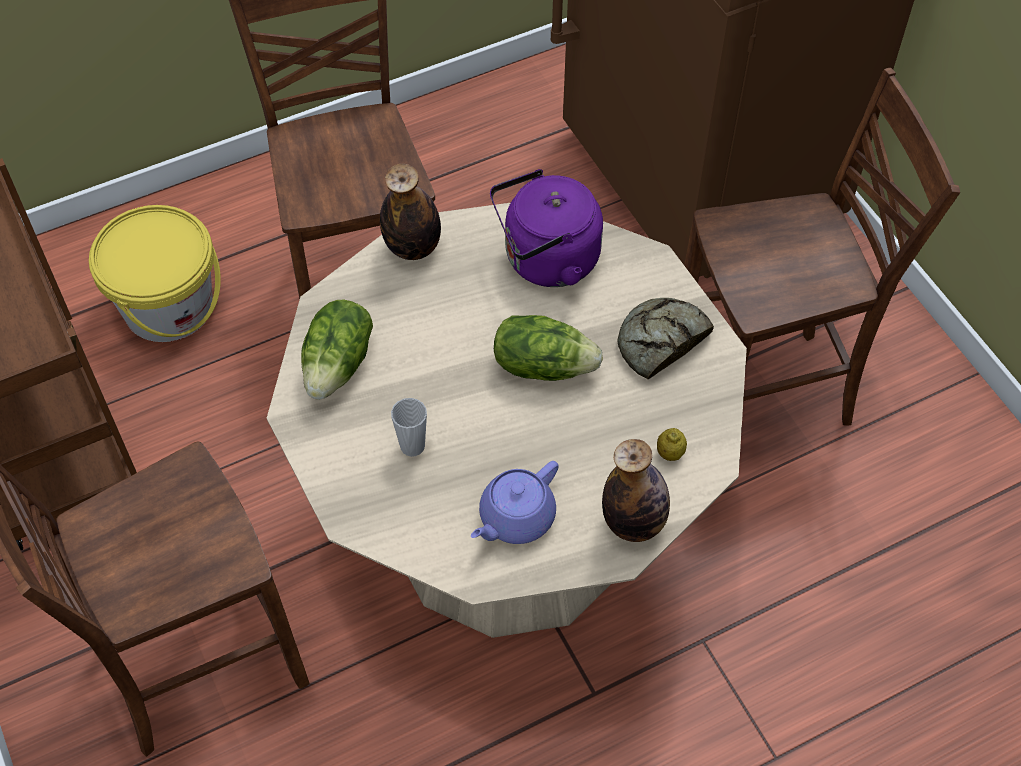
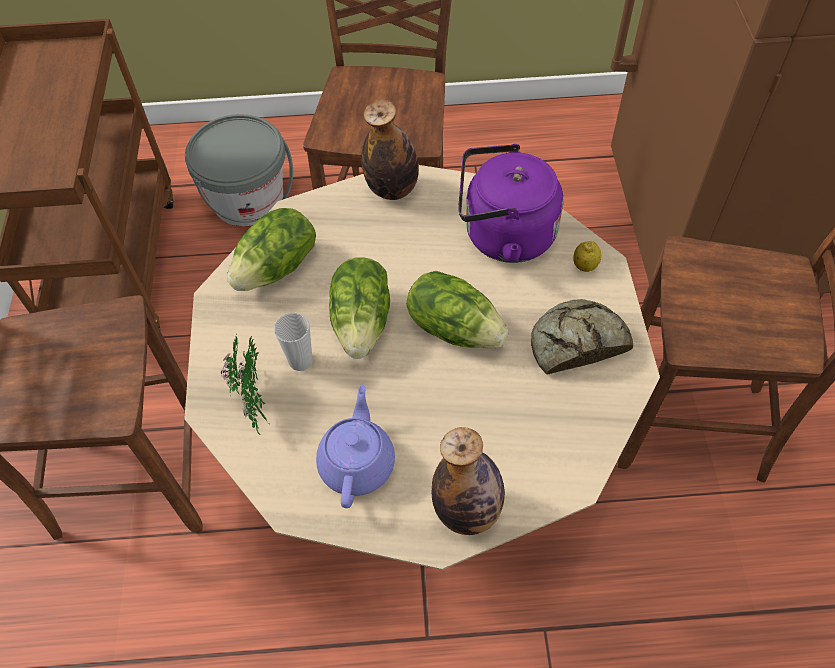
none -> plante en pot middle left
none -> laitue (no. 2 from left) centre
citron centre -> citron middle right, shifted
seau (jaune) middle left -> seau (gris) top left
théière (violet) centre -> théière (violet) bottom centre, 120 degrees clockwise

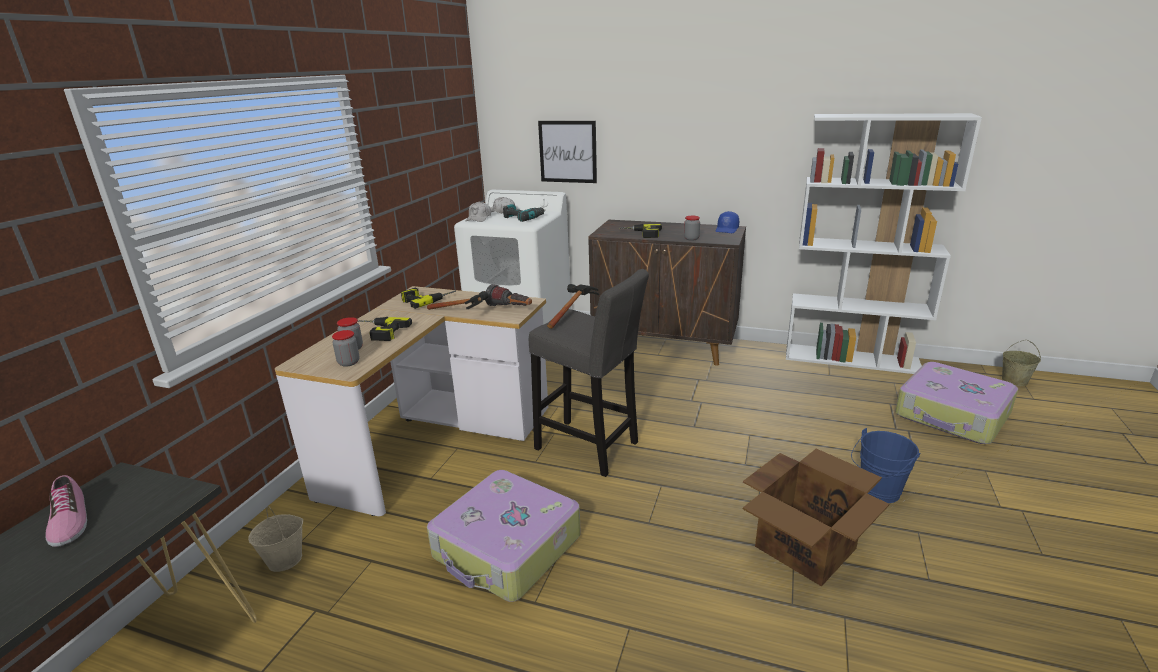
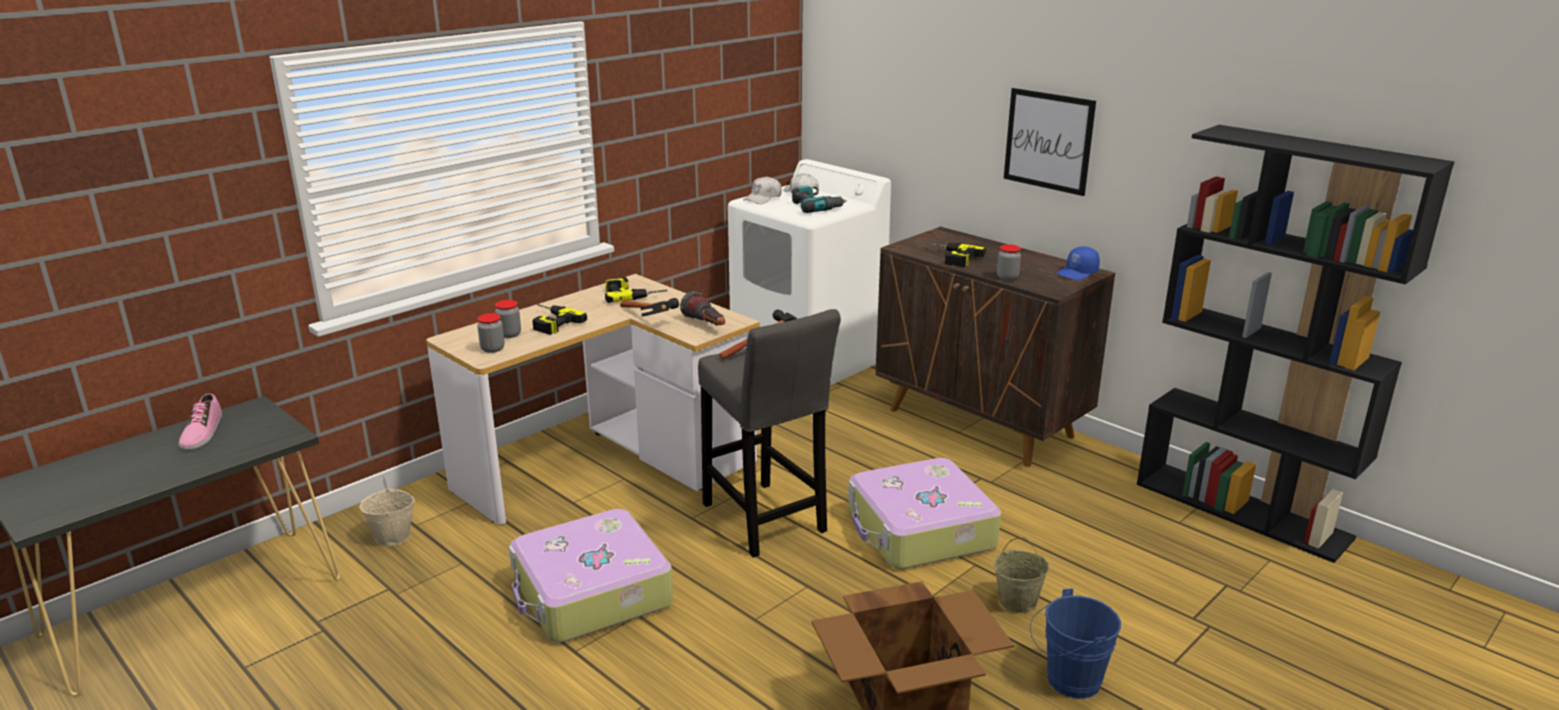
tableau top centre -> tableau top right, shifted
valise (no. 2 from left) middle right -> valise (no. 2 from left) bottom centre, shifted
seau (beige) (no. 2 from left) middle right -> seau (beige) (no. 2 from left) bottom centre, shifted
bibliothèque (blanc) middle right -> bibliothèque (noir) middle right

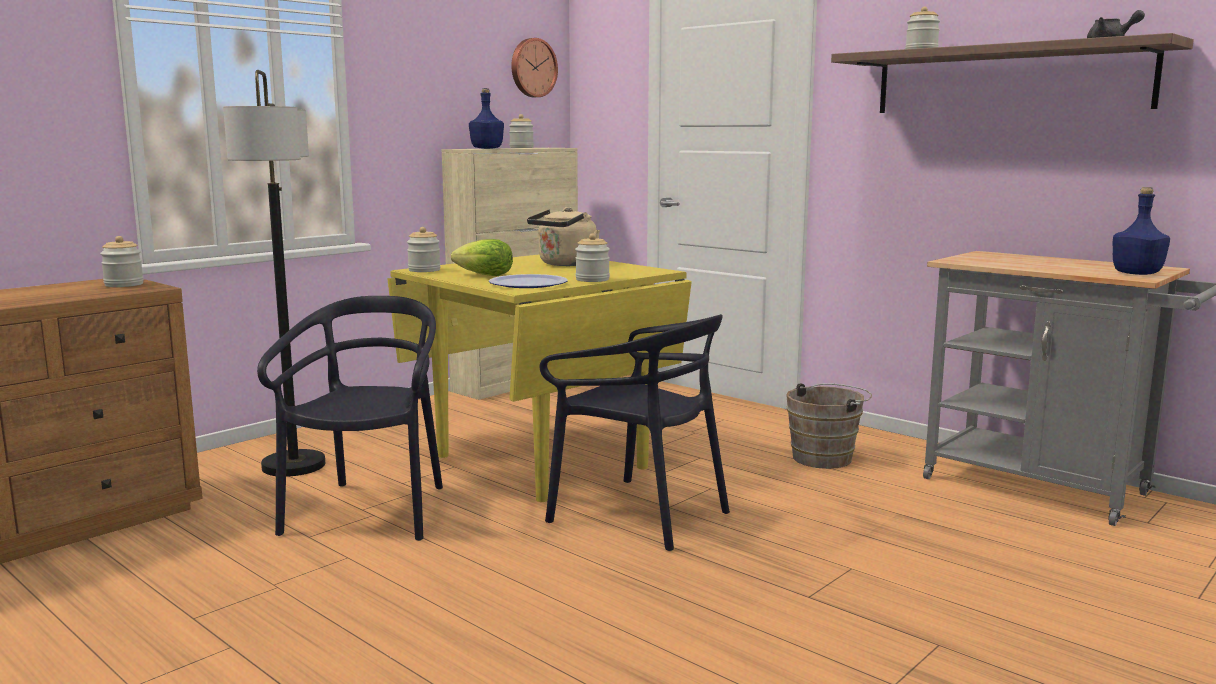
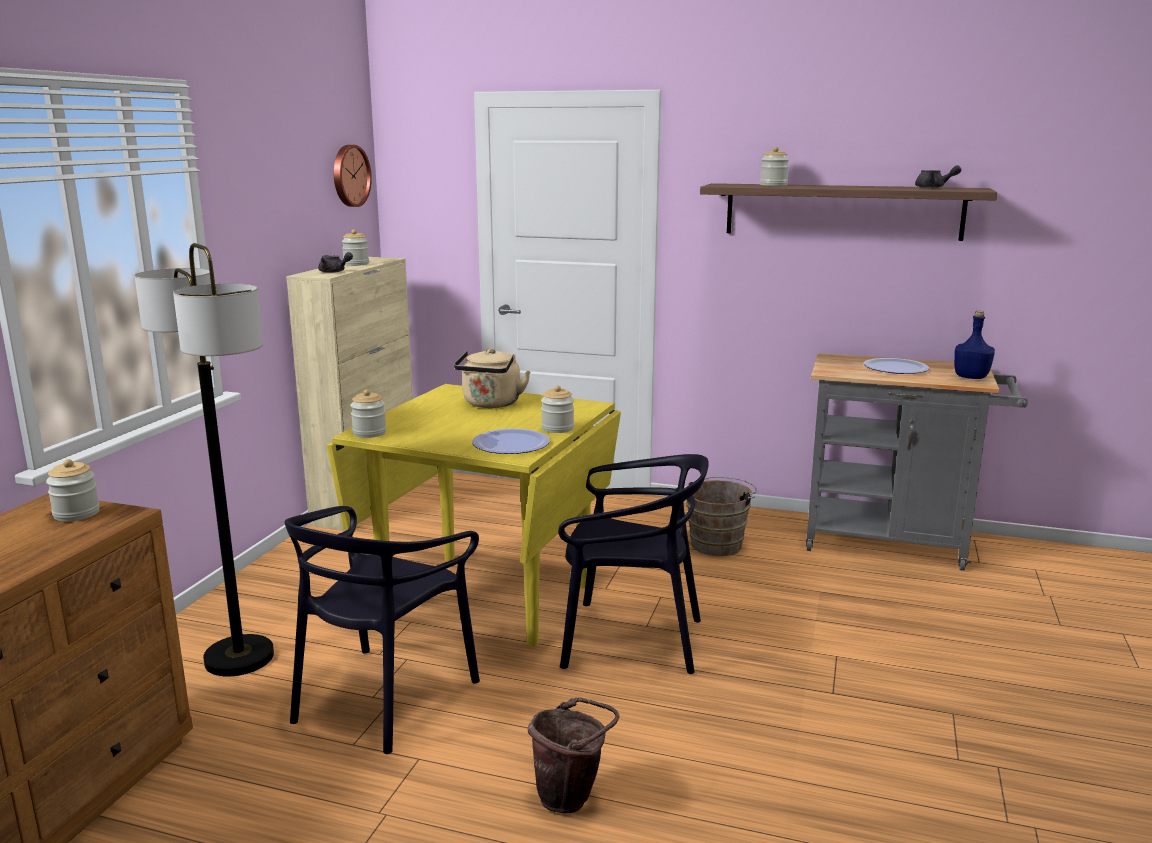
laitue centre -> none
none -> seau (marron) (no. 1 from left) bottom centre
none -> assiette (no. 2 from left) middle right
bouteille (bleu) (no. 1 from left) top centre -> théière (gris) (no. 1 from left) top left
chaise (noir) (no. 1 from left) middle left -> chaise (noir) (no. 1 from left) bottom left, 135 degrees counterclockwise

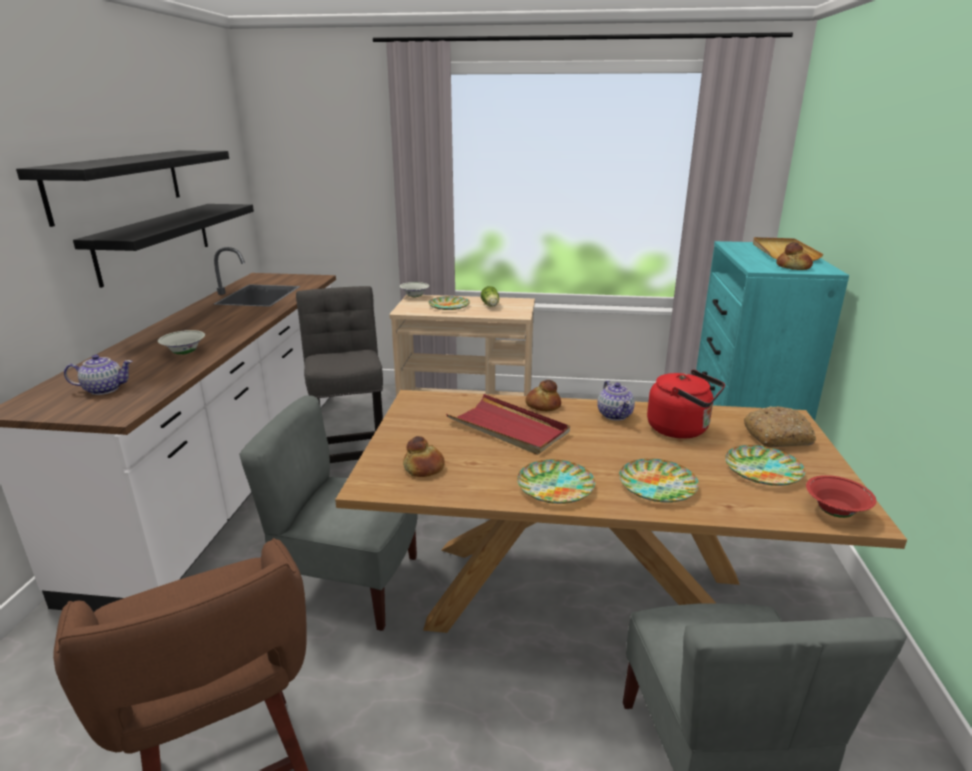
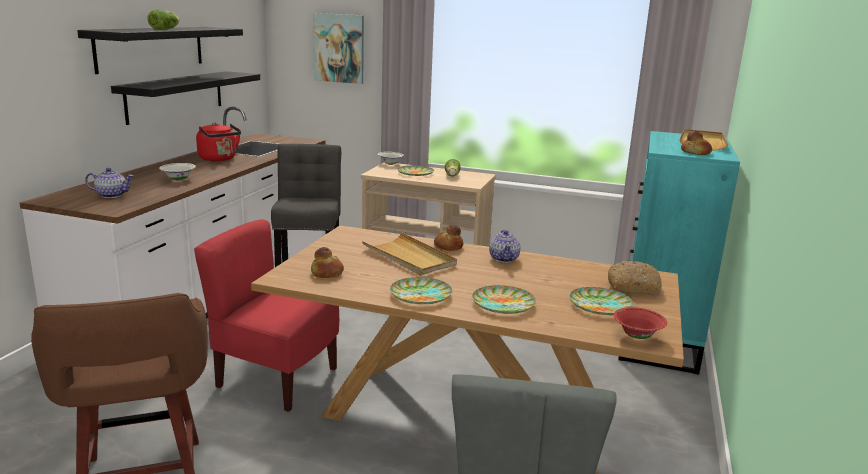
none -> laitue (no. 1 from left) top left
none -> tableau top centre
bouilloire (rouge) middle right -> bouilloire (rouge) top left, shifted
chaise (gris) (no. 1 from left) centre -> chaise (rouge) middle left
plateau (rouge) centre -> plateau (beige) (no. 1 from left) centre

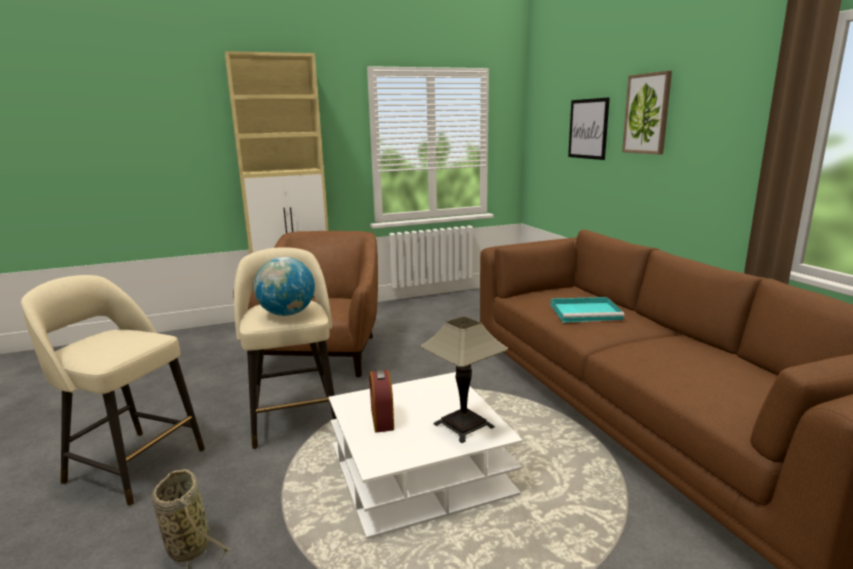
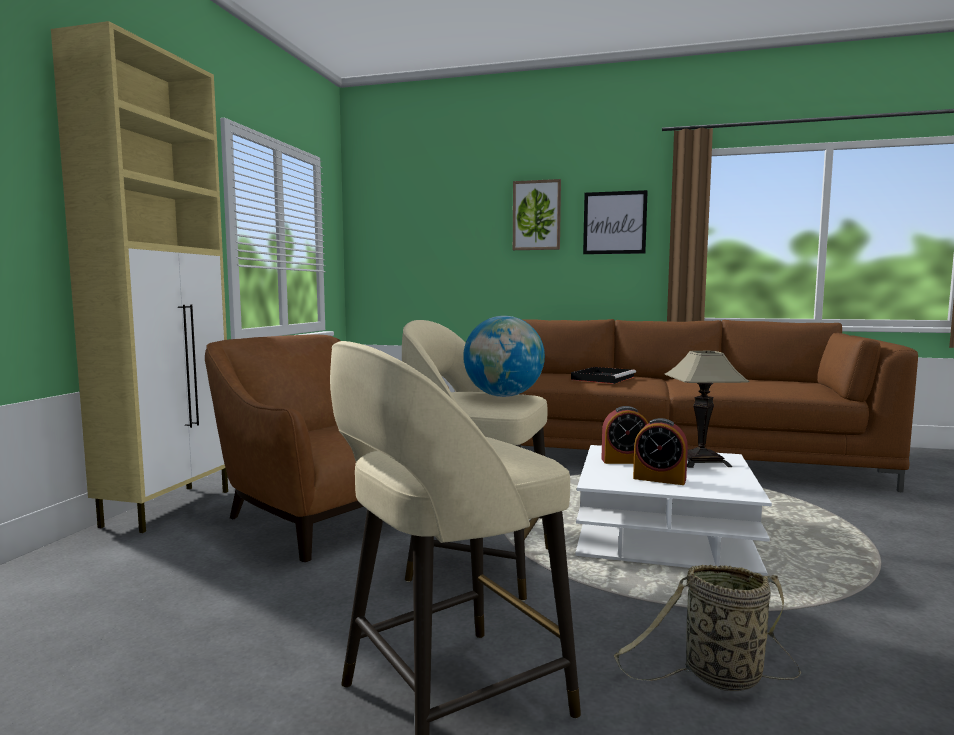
none -> réveil (no. 1 from left) centre
tableau (no. 1 from left in the first image) top right -> tableau (no. 2 from left) top centre, shifted
plateau (turquoise) middle right -> plateau (noir) centre

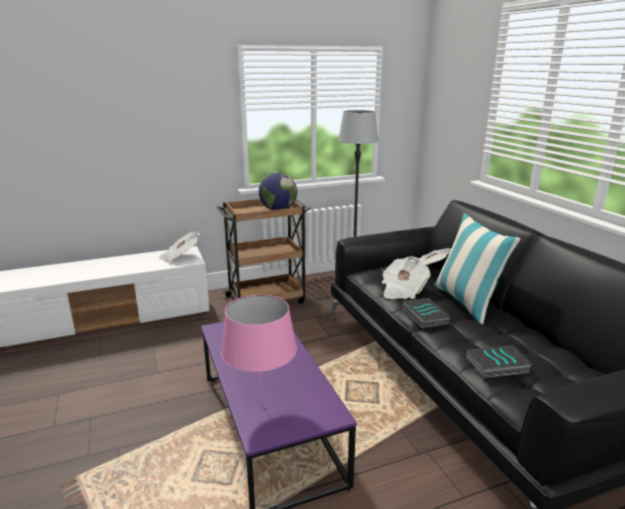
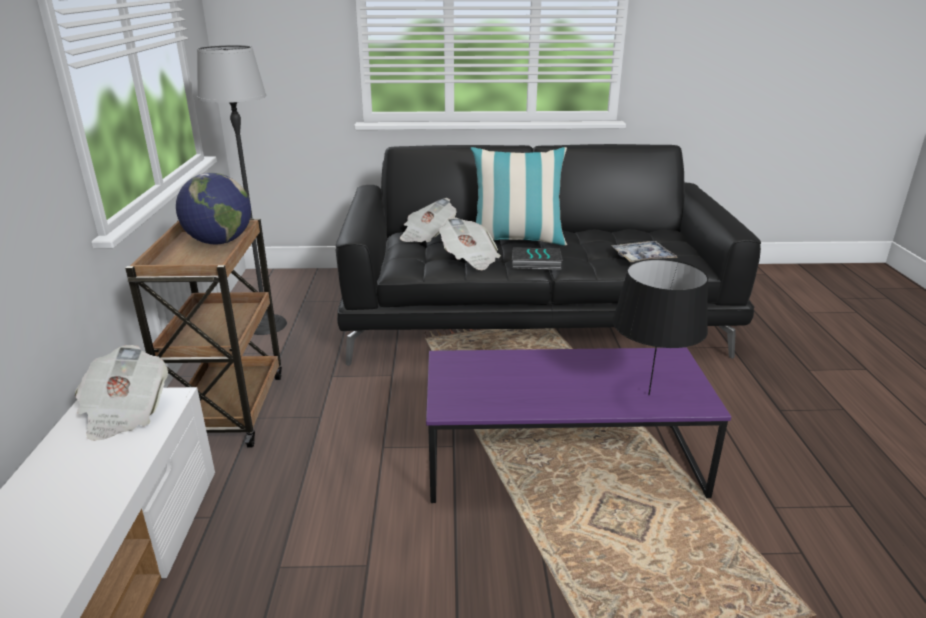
livre (no. 2 from left) bottom right -> plateau middle right
lampe de table (rose) bottom centre -> lampe de table (noir) middle right

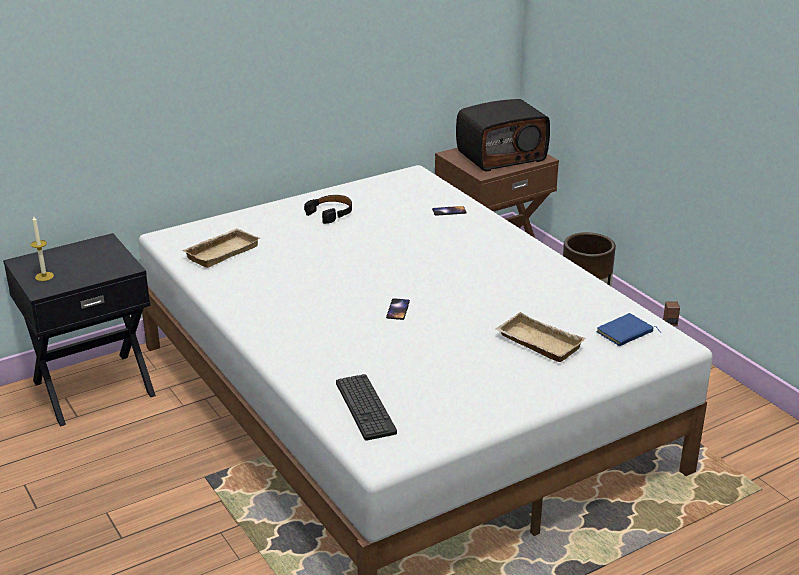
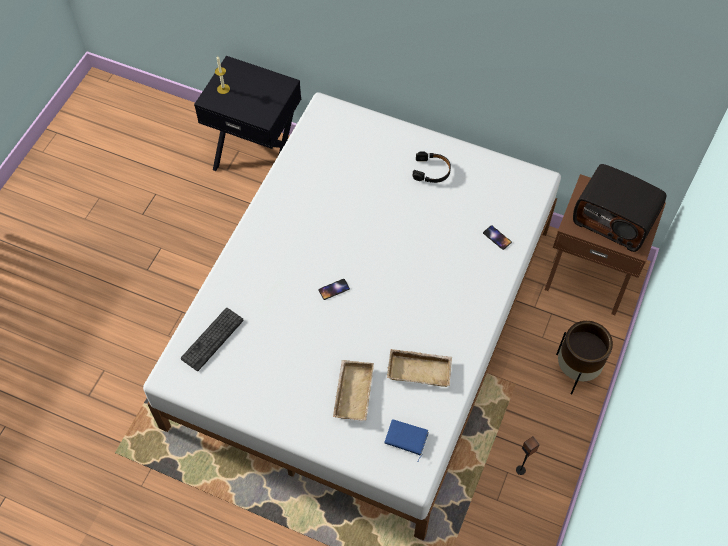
plateau (beige) (no. 1 from left in the first image) middle left -> plateau (beige) (no. 2 from left) bottom centre, shifted

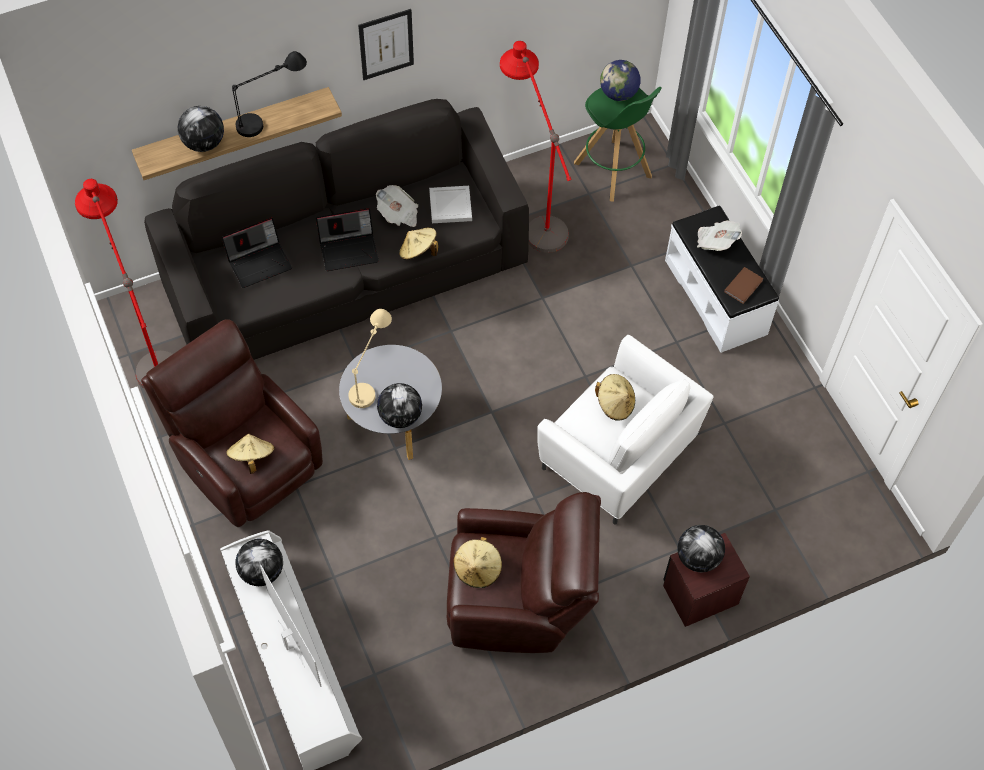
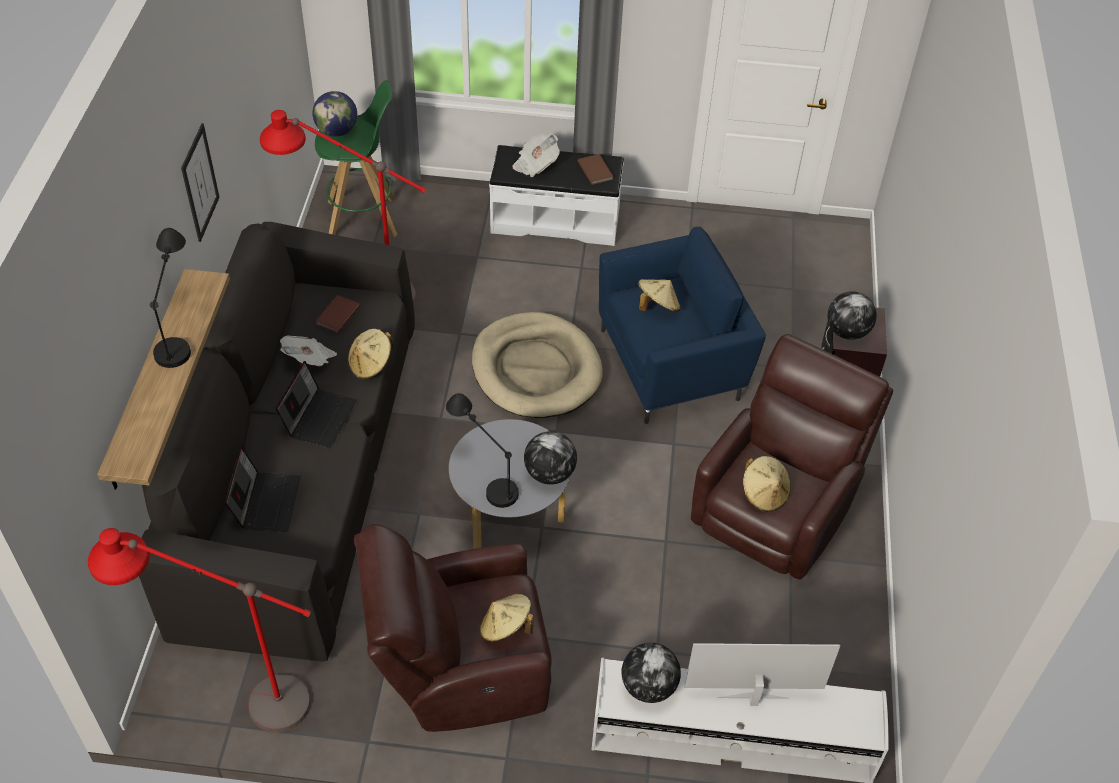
globe (no. 1 from left) top left -> none
none -> panier pour chien (beige) centre
plateau (blanc) top centre -> livre (marron) (no. 1 from left) middle left
lampe de table (beige) centre -> lampe de table (noir) (no. 2 from left) centre
fauteuil (blanc) centre -> fauteuil (bleu) centre

